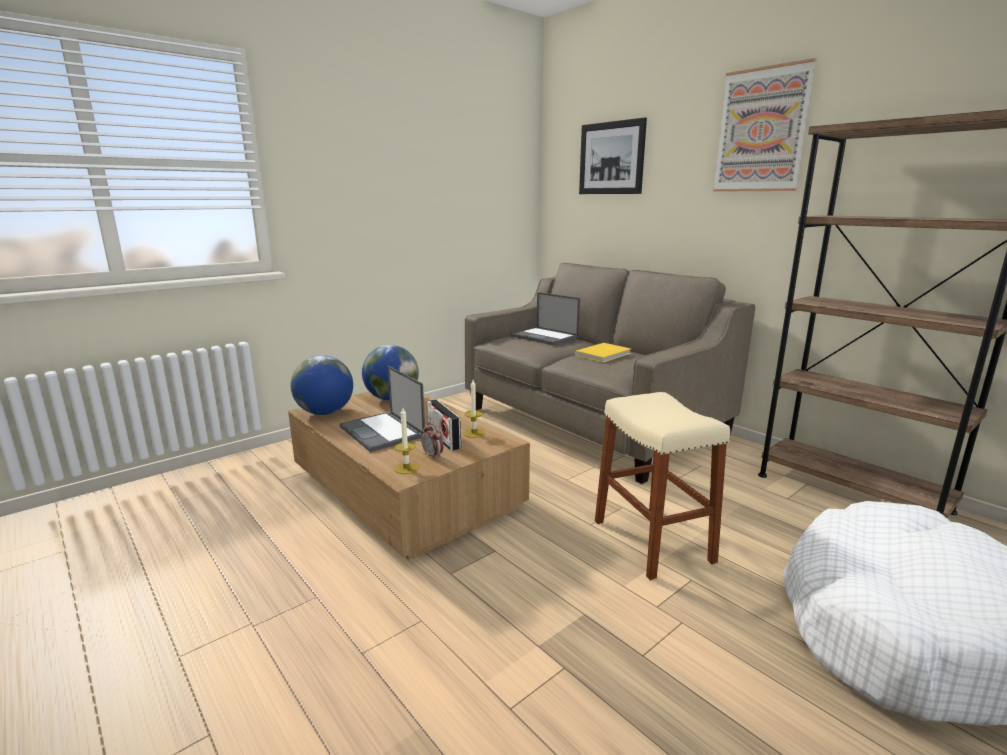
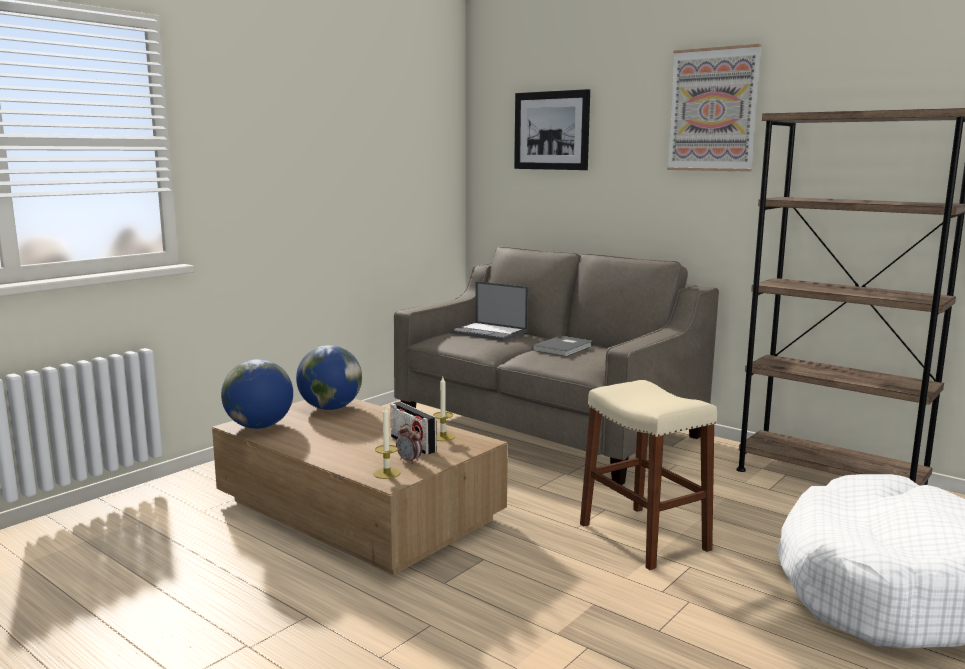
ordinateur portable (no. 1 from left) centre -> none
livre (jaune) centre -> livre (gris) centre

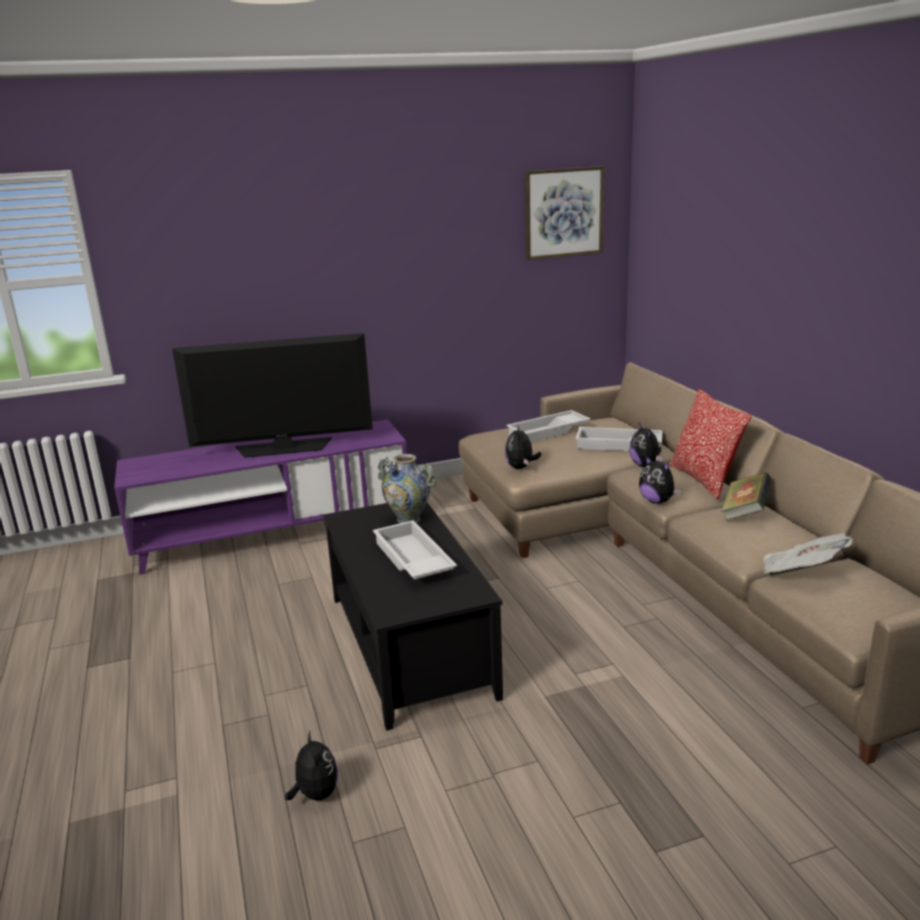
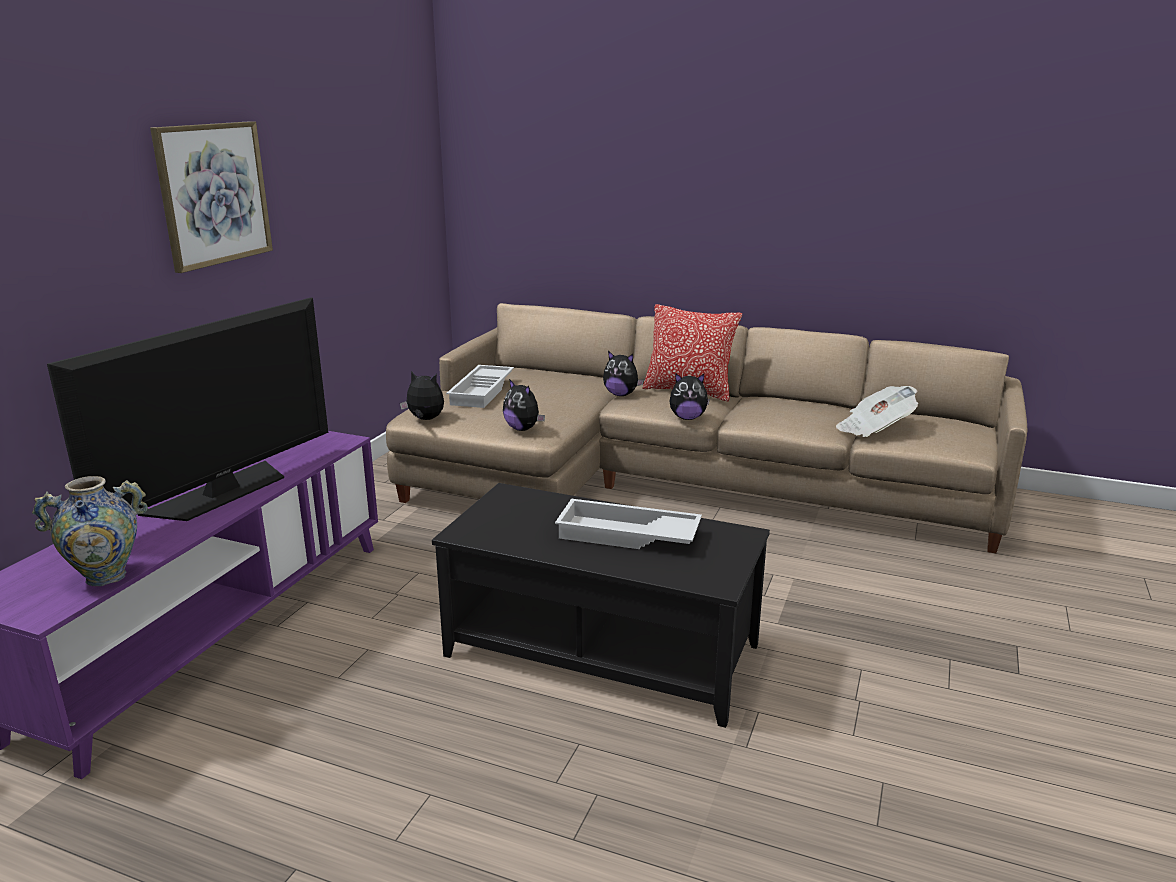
plateau (blanc) (no. 3 from left) middle right -> none
livre middle right -> none
peluche (no. 1 from left) bottom centre -> peluche (no. 1 from left) centre, shifted
vase centre -> vase middle left, shifted
tableau top centre -> tableau top left, shifted

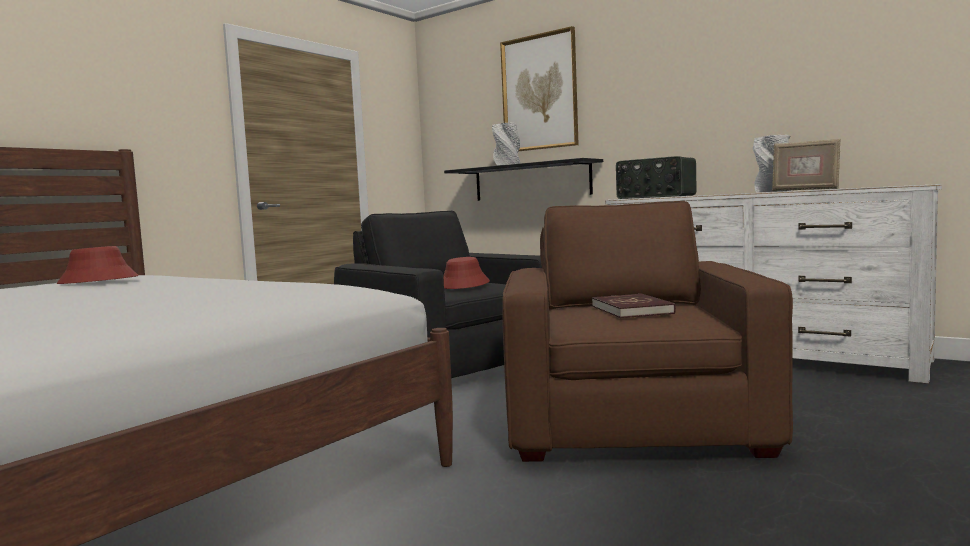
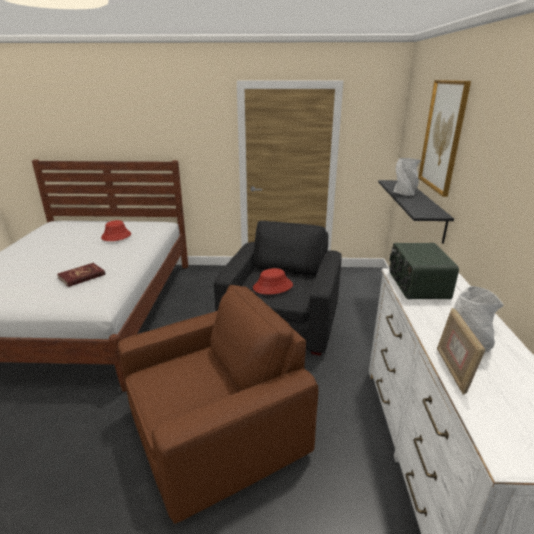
livre (rouge) centre -> livre (rouge) middle left, shifted

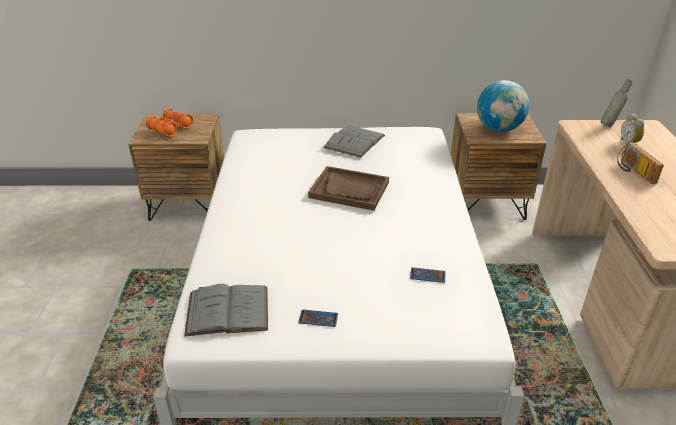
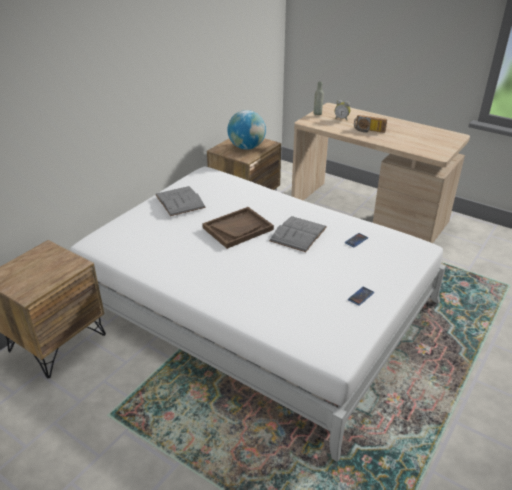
jumelles (orange) top left -> none
livre (gris) (no. 1 from left in the first image) bottom centre -> livre (gris) (no. 2 from left) centre, shifted

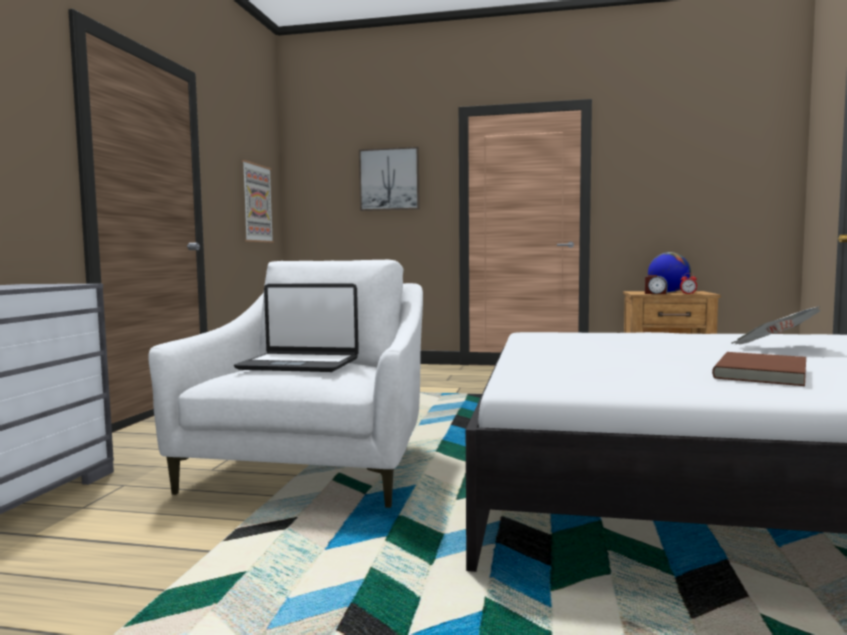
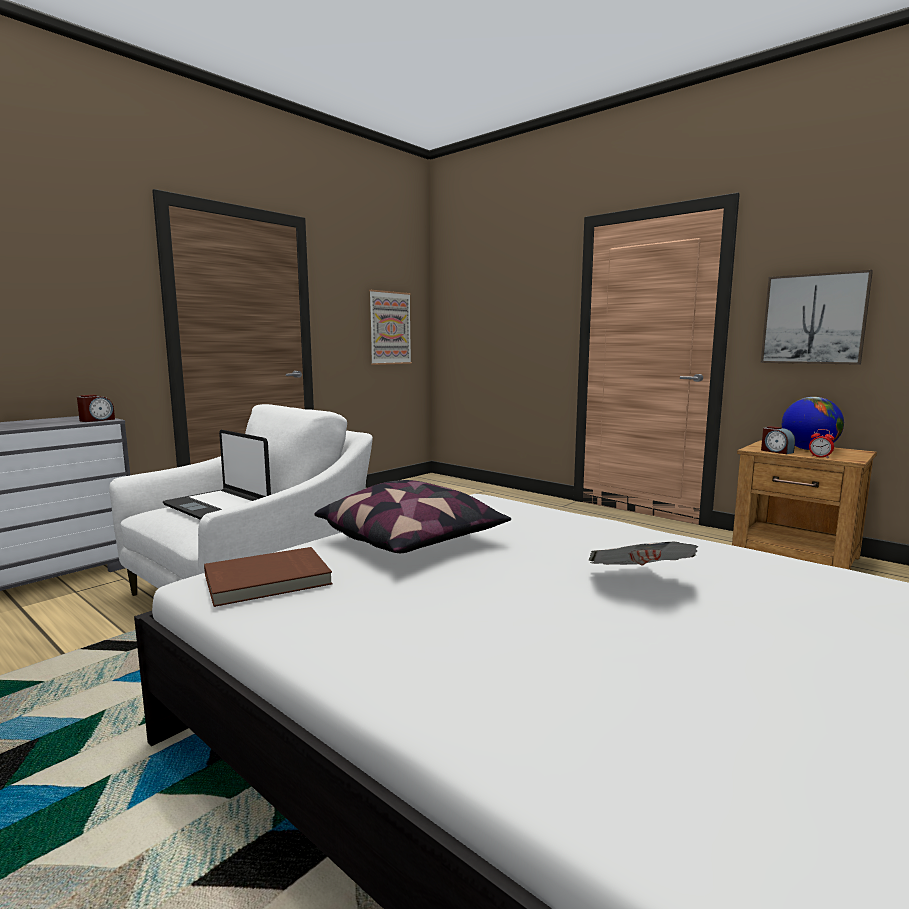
none -> réveil (no. 1 from left) middle left
none -> coussin centre
tableau (no. 2 from left) top centre -> tableau (no. 2 from left) middle right, shifted
livre (marron) middle right -> livre (marron) middle left, shifted

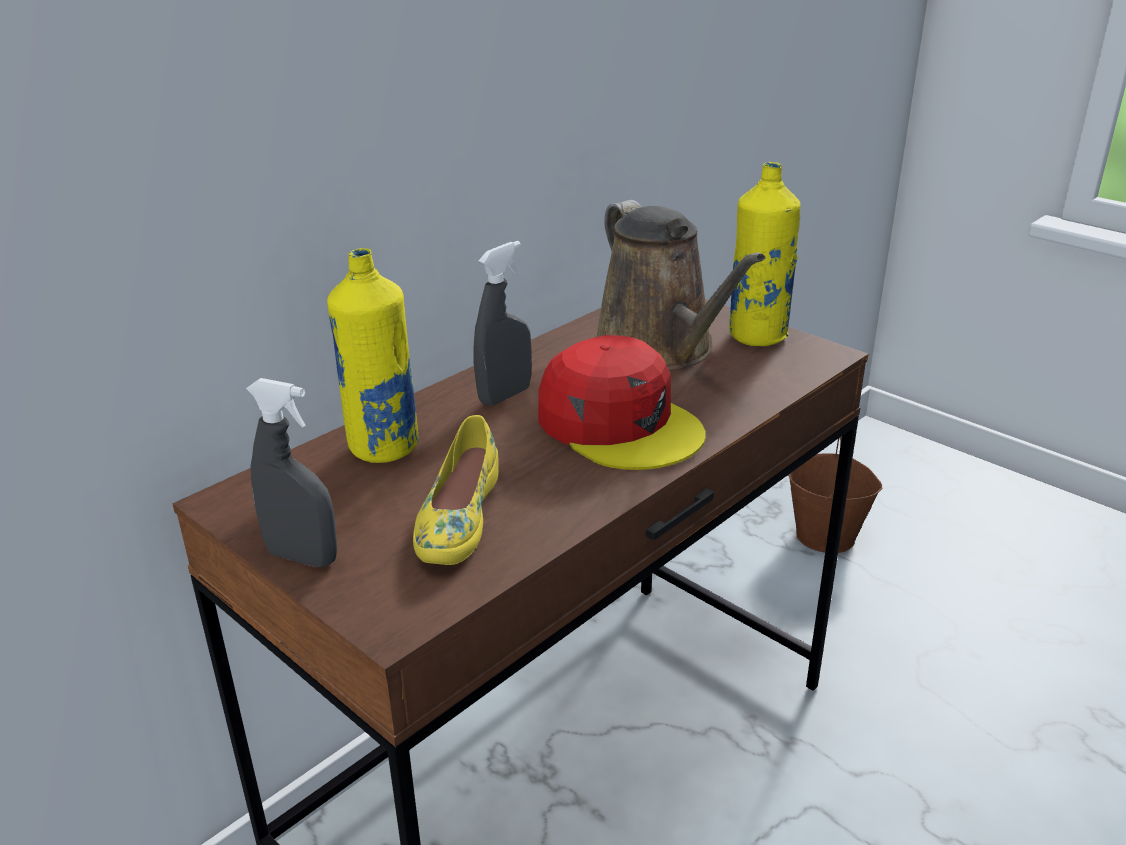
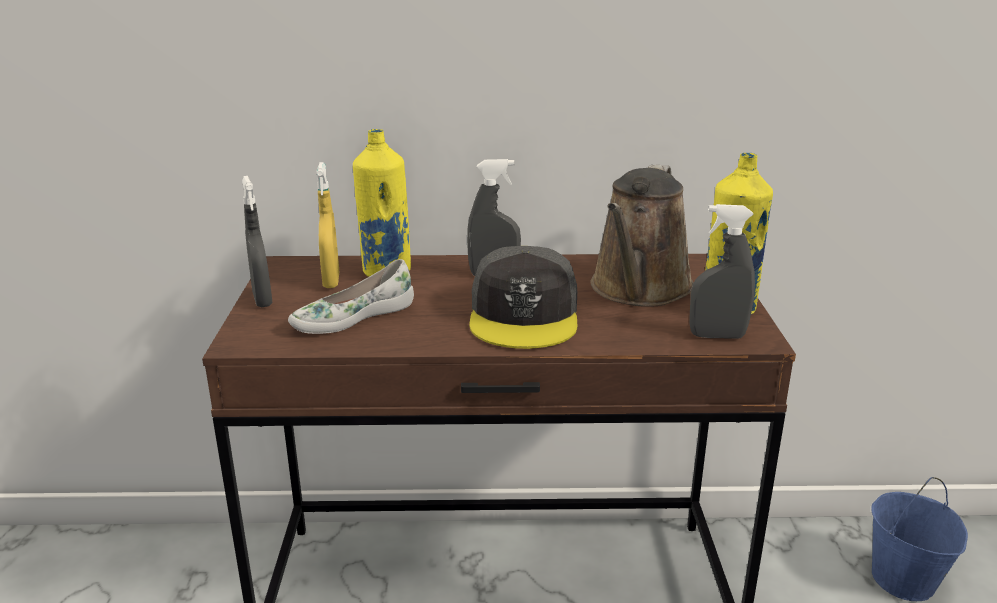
none -> vaporisateur (jaune) middle left
none -> vaporisateur (gris) (no. 3 from left) middle right
chaussure (jaune) centre -> chaussure (blanc) centre
casquette (rouge) centre -> casquette (gris) centre
seau (marron) middle right -> seau (bleu) bottom right

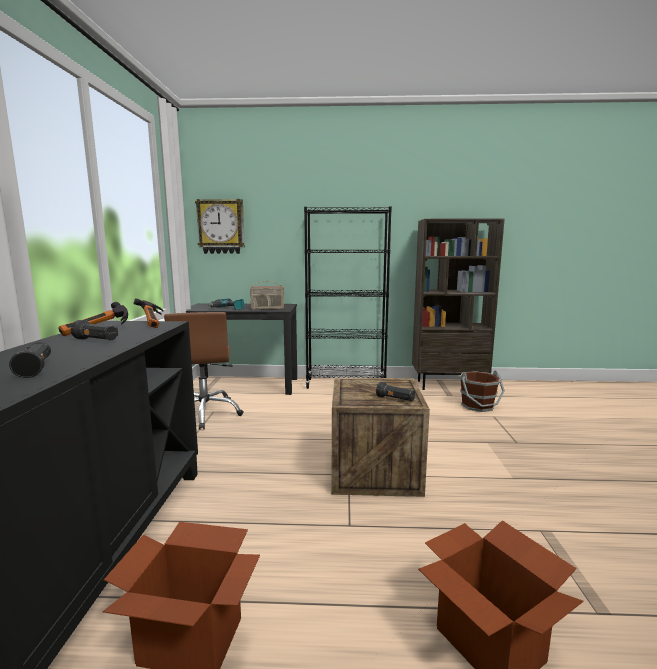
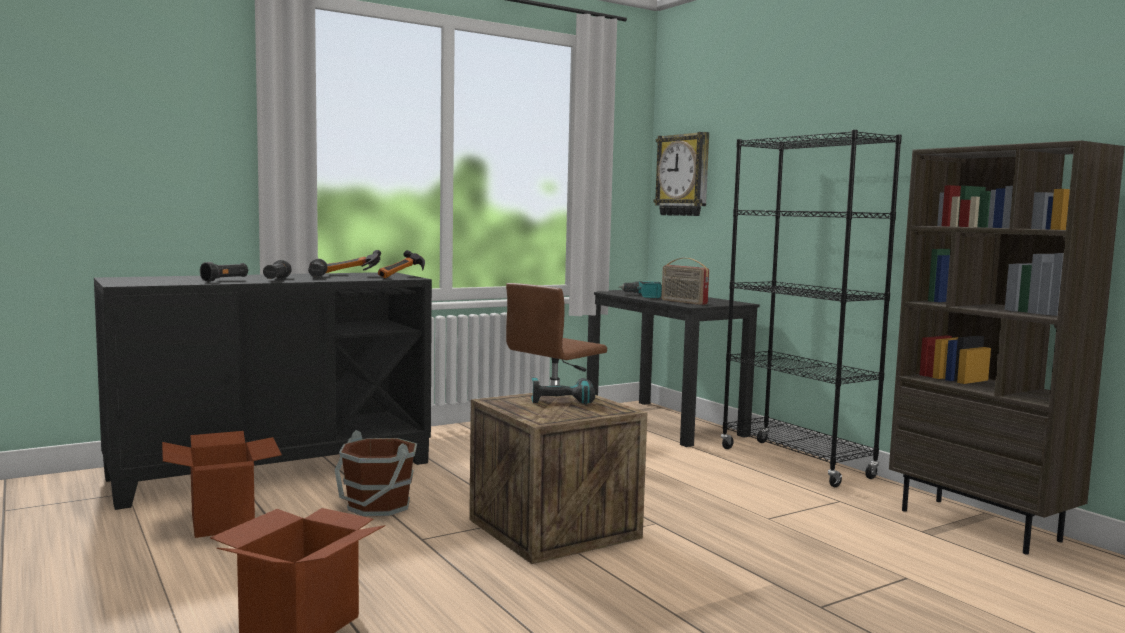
none -> perceuse (no. 1 from left) centre
lampe de poche (noir) (no. 3 from left in the first image) centre -> lampe de poche (noir) (no. 2 from left) middle left, shifted
seau (marron) middle right -> seau (marron) bottom centre, shifted

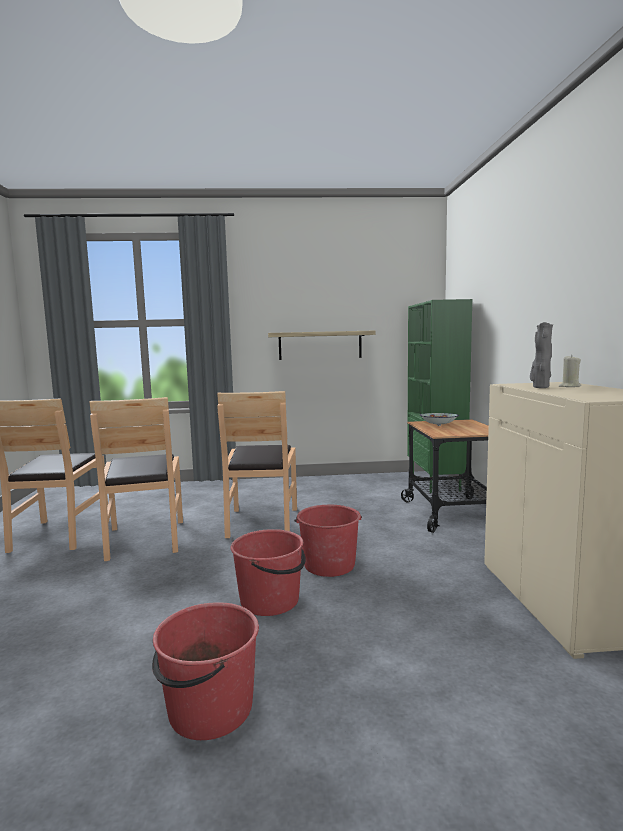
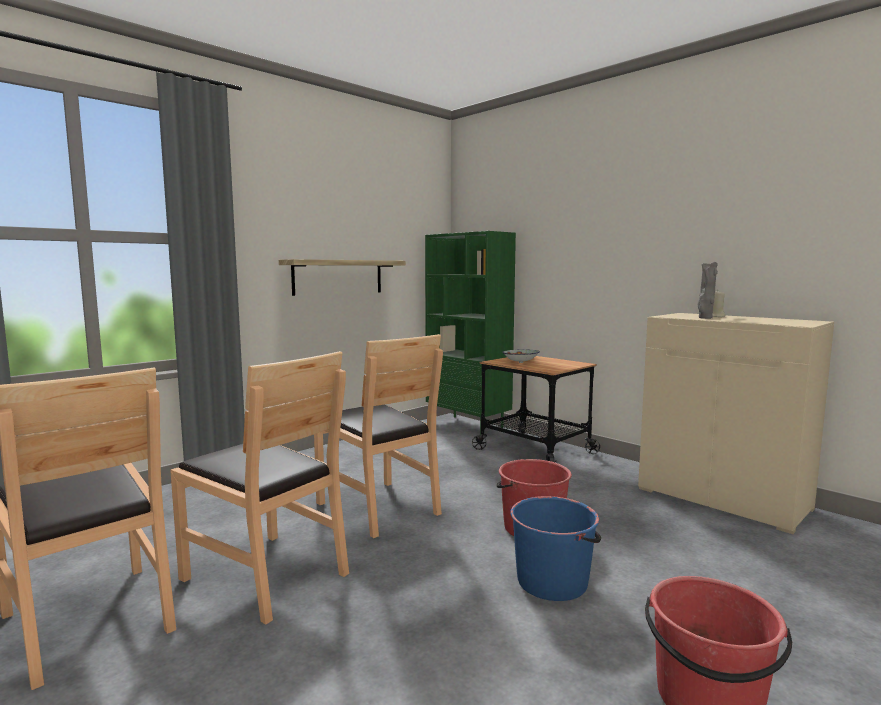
seau (rouge) (no. 2 from left) bottom centre -> seau (bleu) bottom centre

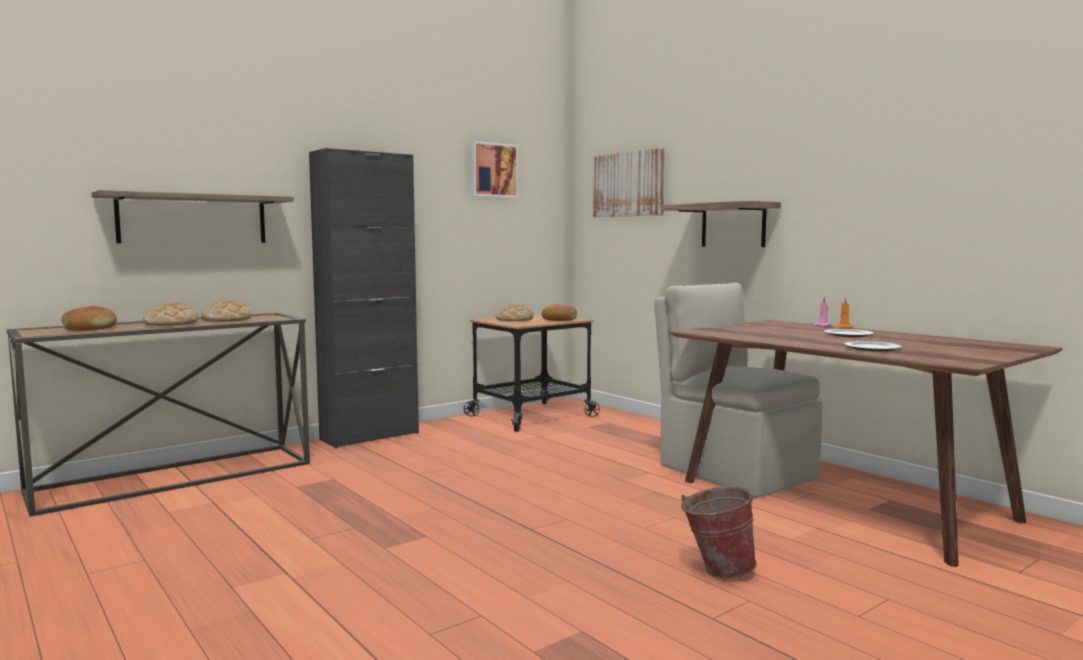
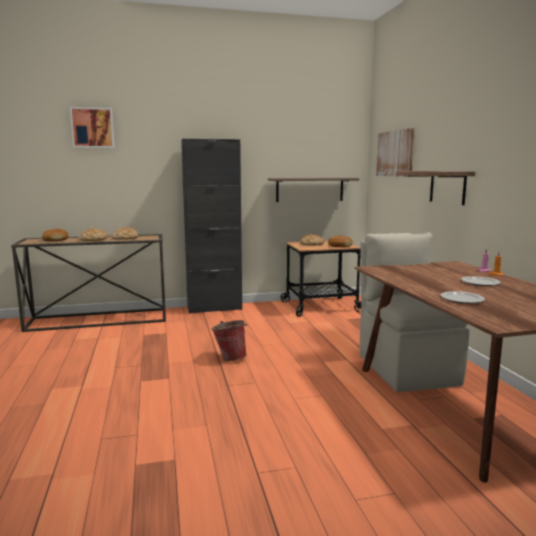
étagère (no. 1 from left) top left -> étagère (no. 1 from left) centre, shifted
tableau (no. 1 from left) top centre -> tableau (no. 1 from left) top left, shifted
seau bottom centre -> seau centre, shifted

